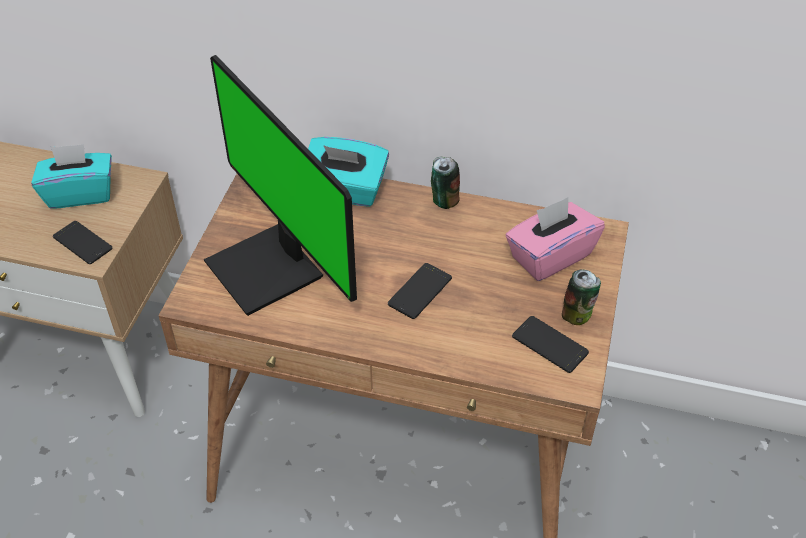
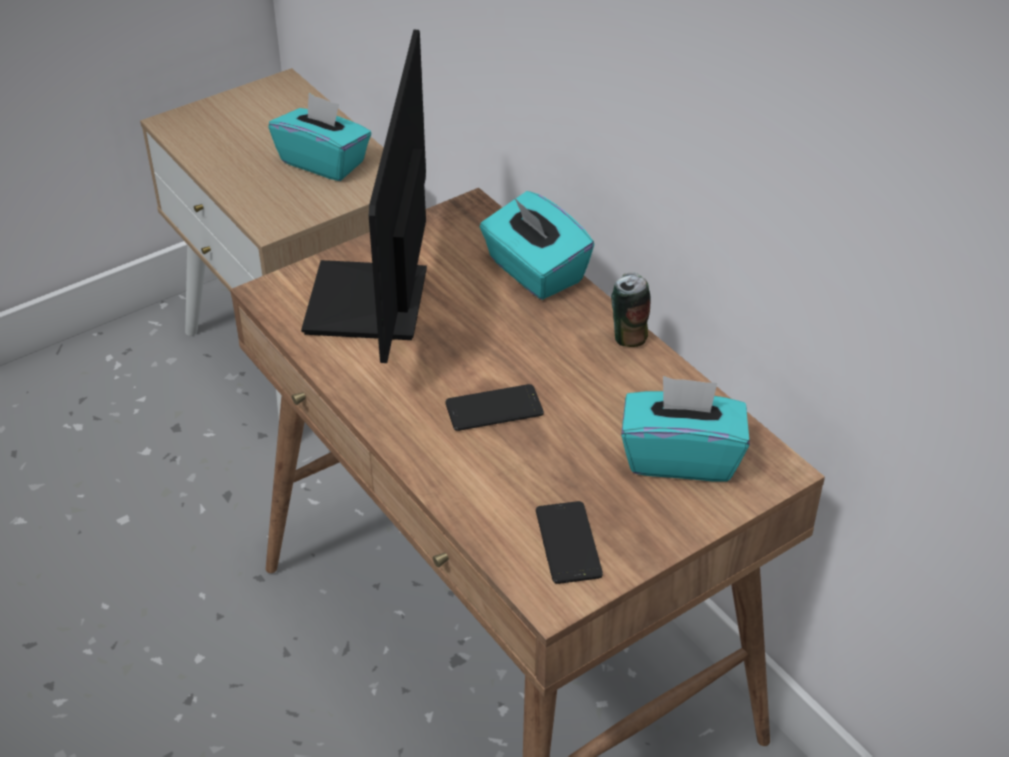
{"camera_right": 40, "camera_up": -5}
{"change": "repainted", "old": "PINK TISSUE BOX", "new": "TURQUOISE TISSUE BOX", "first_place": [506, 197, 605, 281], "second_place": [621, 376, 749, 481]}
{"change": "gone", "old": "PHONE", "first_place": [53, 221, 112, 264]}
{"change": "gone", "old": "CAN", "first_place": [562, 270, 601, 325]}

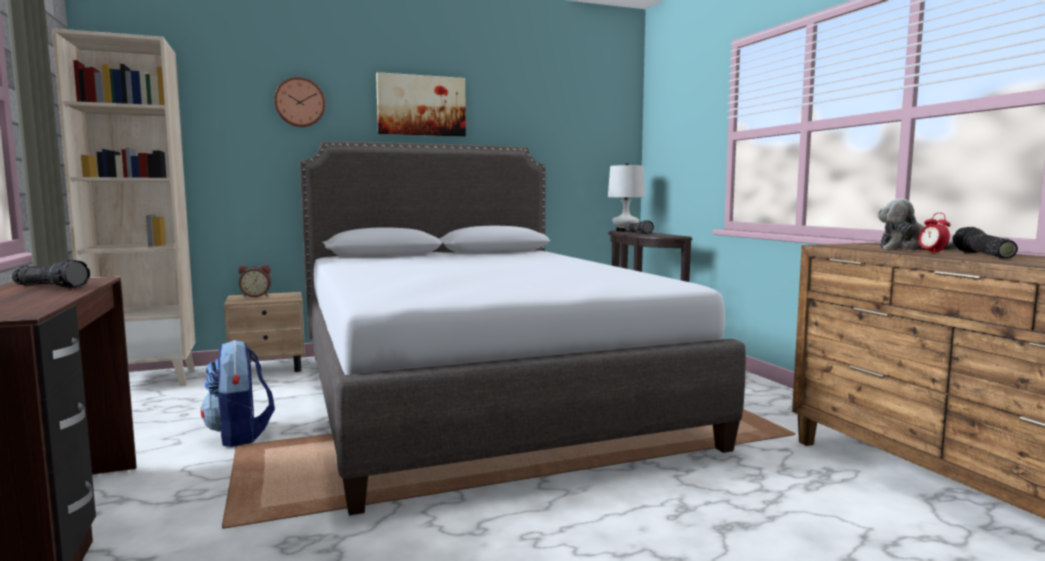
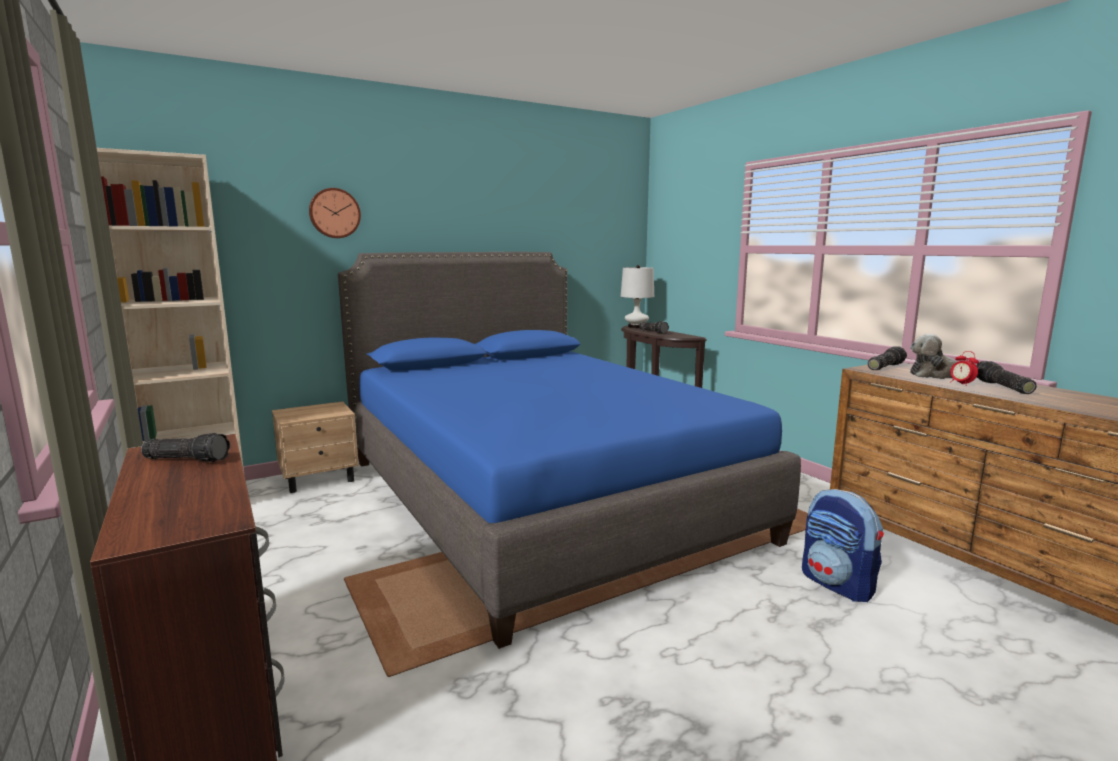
{"camera_right": -10, "camera_up": 5}
{"change": "repainted", "old": "GREY BED", "new": "BLUE BED", "first_place": [300, 141, 746, 516], "second_place": [338, 252, 801, 649]}
{"change": "shifted", "old": "BACKPACK", "first_place": [201, 340, 275, 447], "second_place": [802, 489, 884, 602]}
{"change": "new", "new": "FLASHLIGHT", "second_place": [868, 346, 907, 370]}
{"change": "gone", "old": "ALARM CLOCK", "first_place": [239, 265, 271, 297]}
{"change": "gone", "old": "PICTURE", "first_place": [376, 72, 466, 137]}

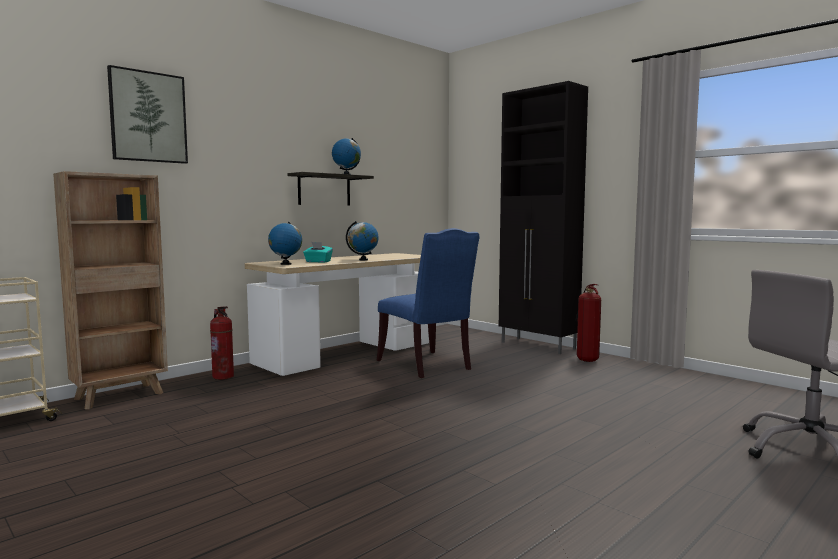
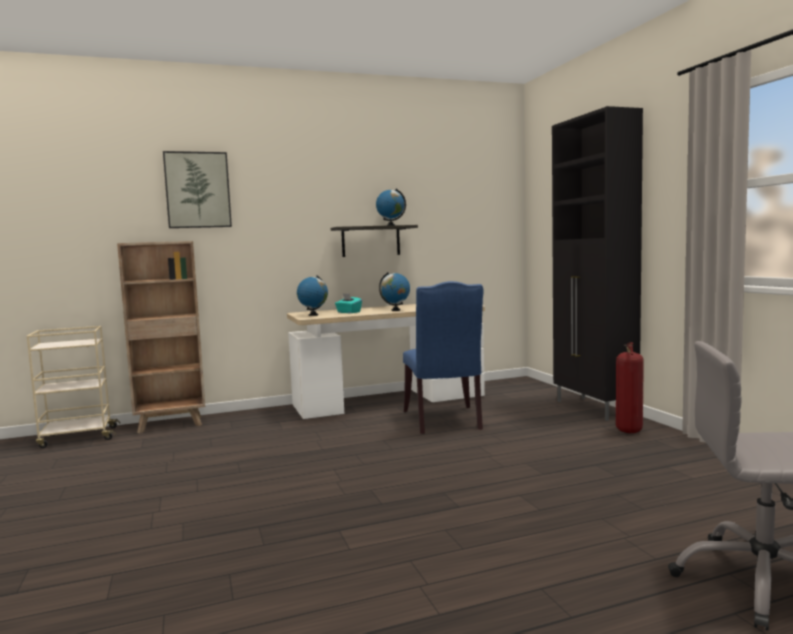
{"camera_right": 25, "camera_up": 0}
{"change": "gone", "old": "FIRE EXTINGUISHER", "first_place": [210, 306, 234, 380]}

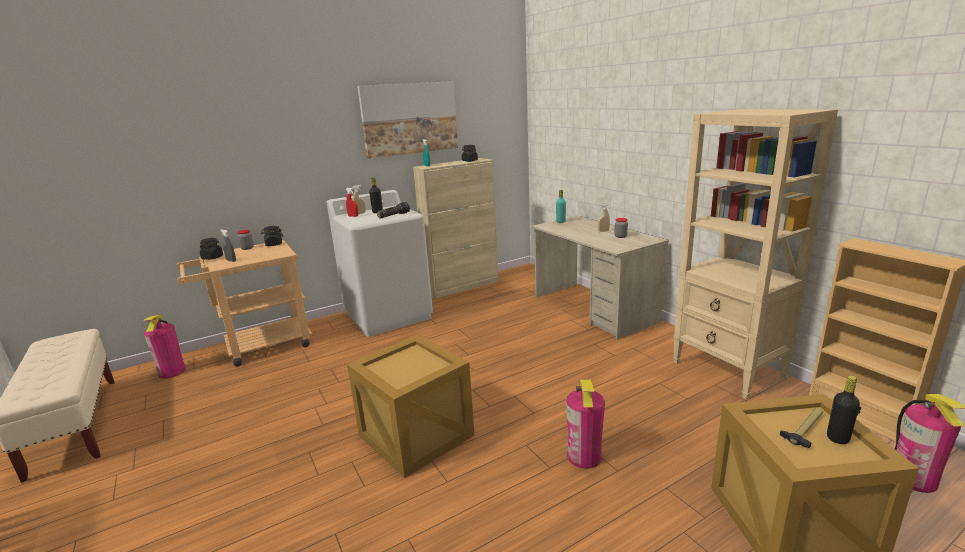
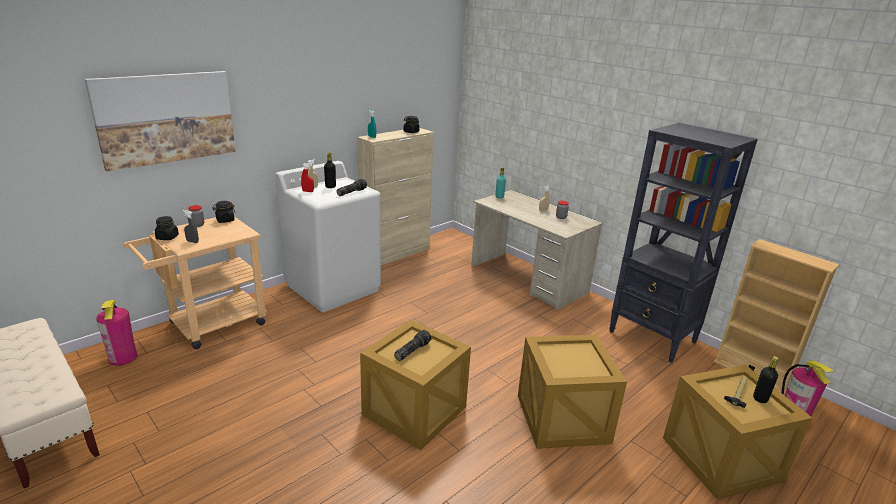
{"camera_right": -15, "camera_up": 5}
{"change": "shifted", "old": "PICTURE", "first_place": [357, 81, 458, 158], "second_place": [85, 71, 236, 171]}
{"change": "new", "new": "FLASHLIGHT", "second_place": [394, 330, 431, 361]}
{"change": "swapped", "old": "FIRE EXTINGUISHER", "new": "CRATE", "first_place": [566, 380, 605, 469], "second_place": [518, 335, 627, 449]}
{"change": "repainted", "old": "BEIGE BOOKCASE", "new": "BLACK BOOKCASE", "first_place": [673, 109, 838, 399], "second_place": [609, 123, 758, 363]}

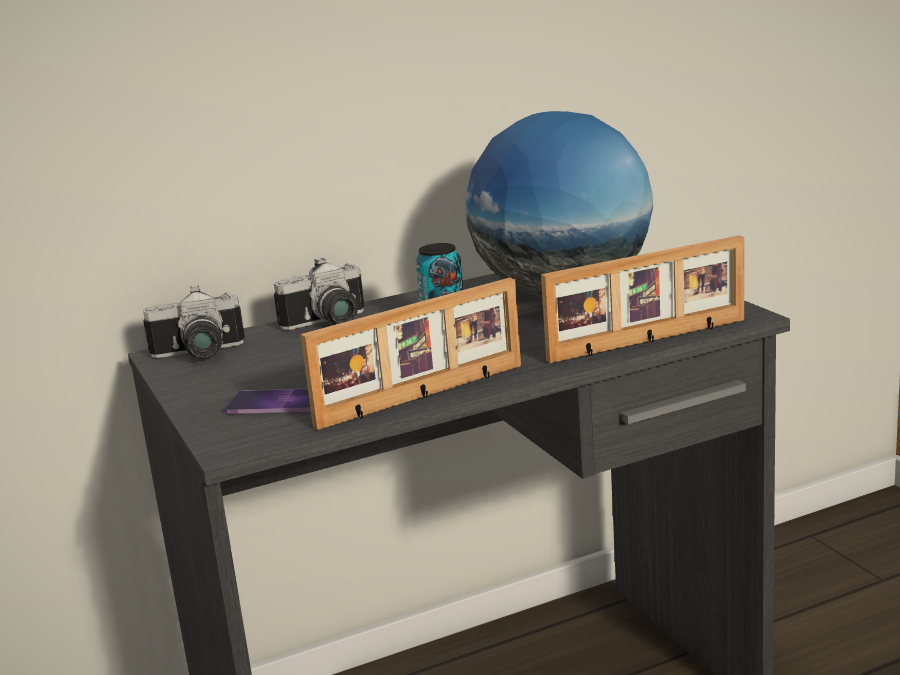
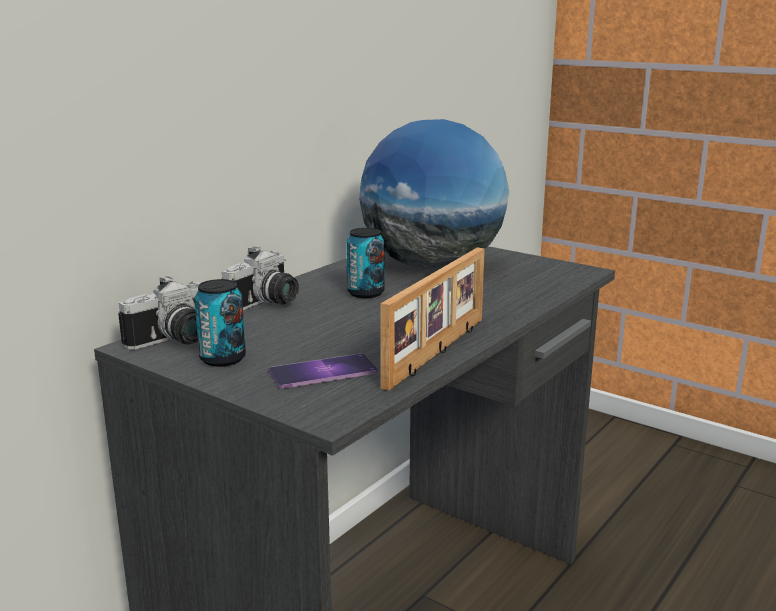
{"camera_right": -30, "camera_up": 0}
{"change": "new", "new": "CAN", "second_place": [194, 279, 246, 367]}
{"change": "gone", "old": "PICTURE FRAME", "first_place": [541, 235, 744, 363]}

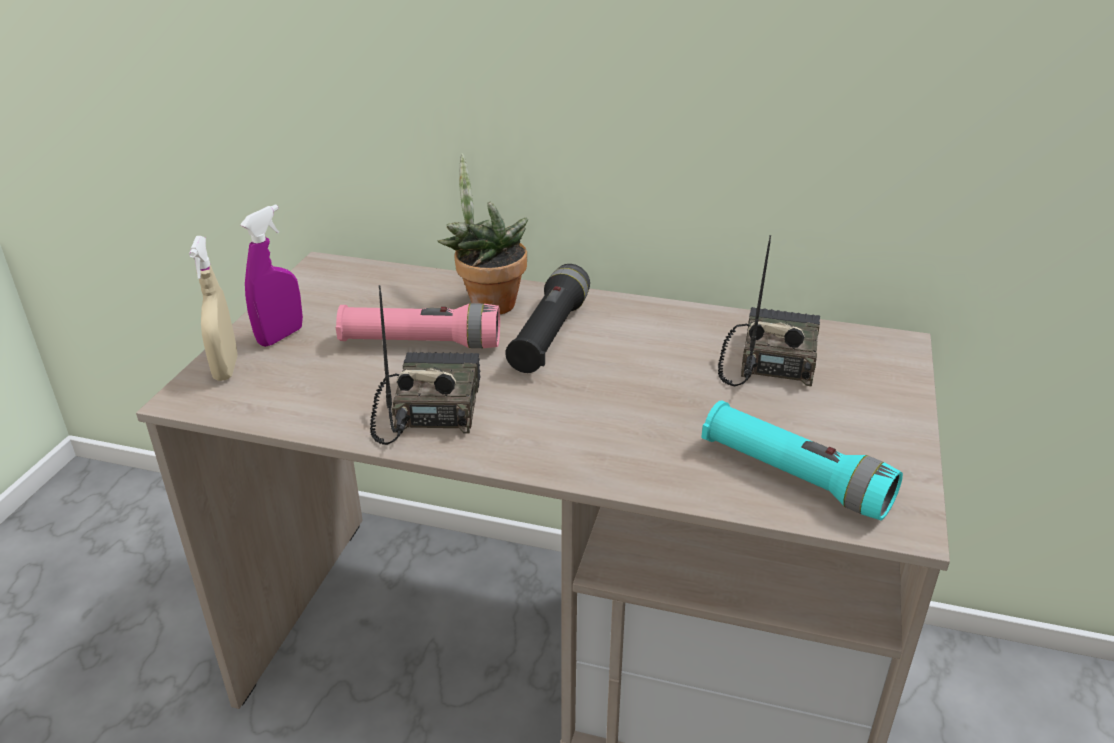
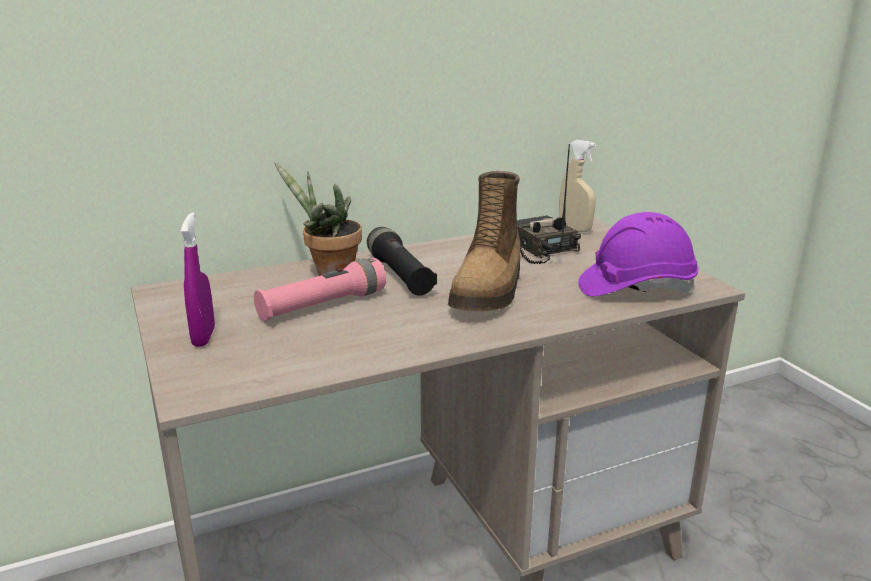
{"camera_right": -40, "camera_up": -10}
{"change": "new", "new": "BOOT", "second_place": [448, 171, 520, 311]}
{"change": "shifted", "old": "BEIGE SPRAY BOTTLE", "first_place": [189, 236, 238, 381], "second_place": [559, 140, 596, 232]}
{"change": "swapped", "old": "TURQUOISE FLASHLIGHT", "new": "PURPLE HARD HAT", "first_place": [701, 400, 903, 520], "second_place": [578, 212, 699, 296]}
{"change": "gone", "old": "RADIO", "first_place": [370, 285, 481, 445]}

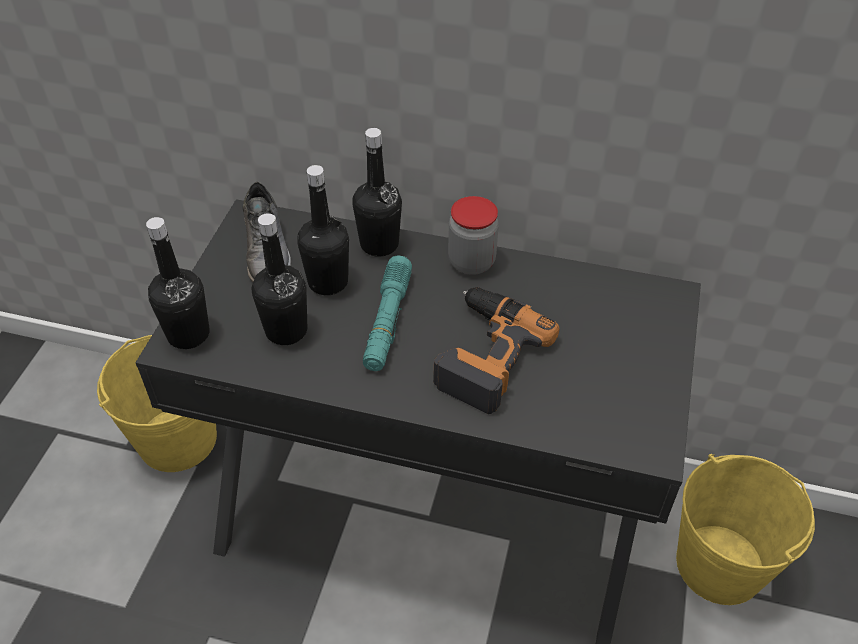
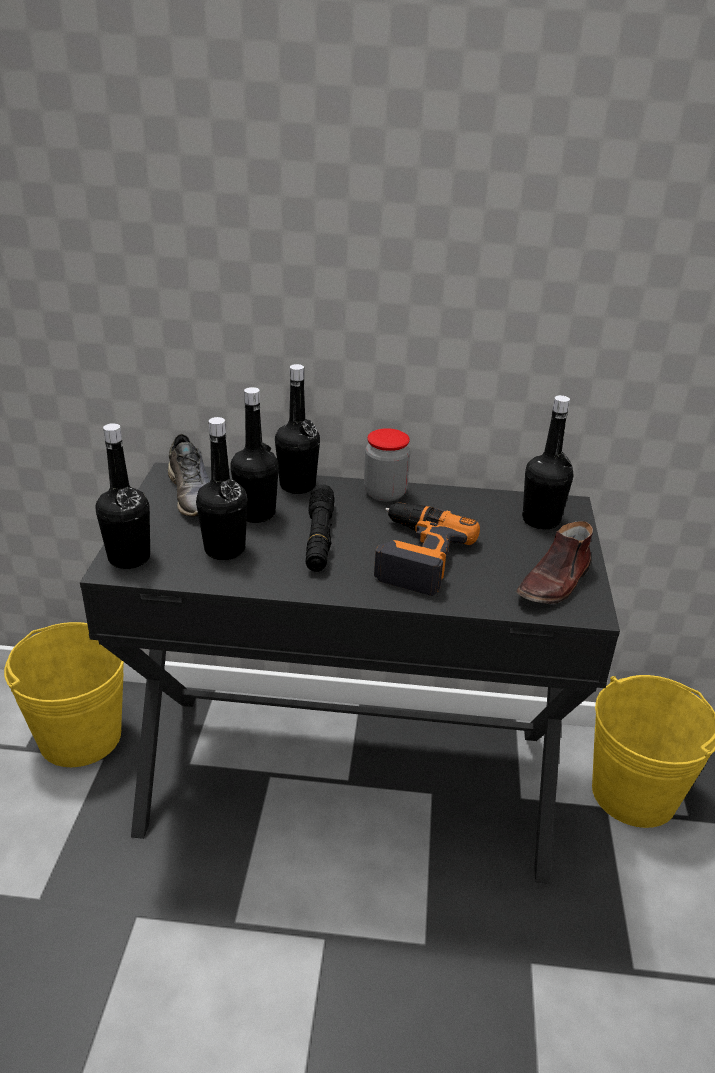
{"camera_right": -10, "camera_up": -15}
{"change": "repainted", "old": "TURQUOISE FLASHLIGHT", "new": "BLACK FLASHLIGHT", "first_place": [363, 255, 412, 371], "second_place": [305, 484, 335, 572]}
{"change": "new", "new": "BROWN SHOE", "second_place": [516, 521, 593, 604]}
{"change": "new", "new": "BLACK BOTTLE", "second_place": [522, 395, 573, 530]}

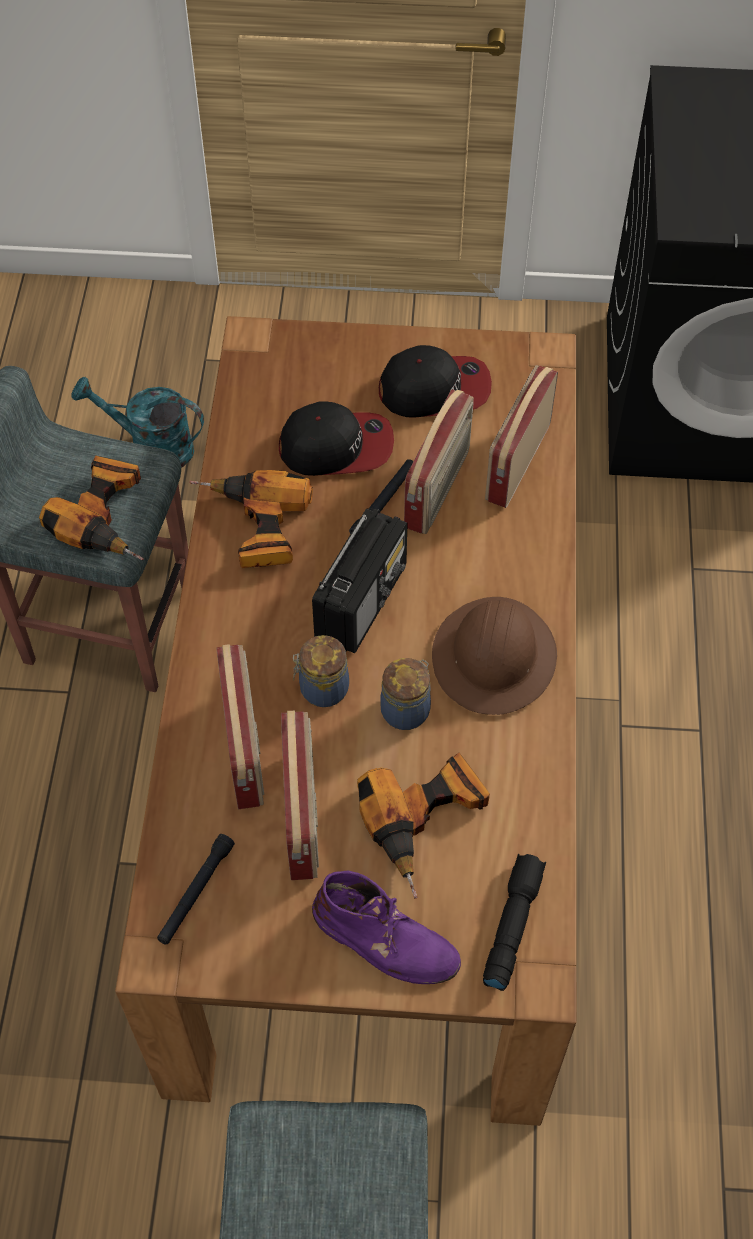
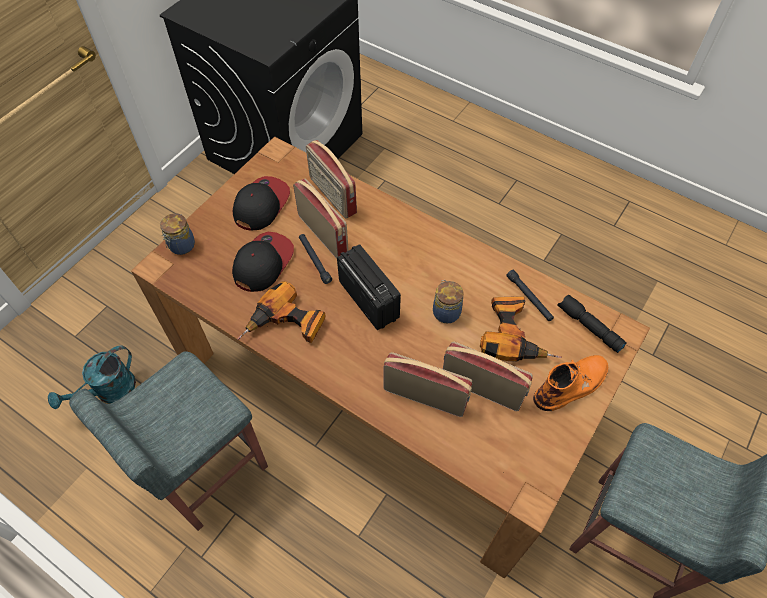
{"camera_right": -60, "camera_up": 0}
{"change": "shifted", "old": "JAR", "first_place": [293, 635, 349, 707], "second_place": [160, 213, 195, 255]}
{"change": "shifted", "old": "BLACK FLASHLIGHT", "first_place": [157, 834, 235, 945], "second_place": [506, 270, 554, 321]}
{"change": "repainted", "old": "PURPLE BOOT", "new": "ORANGE BOOT", "first_place": [312, 871, 461, 984], "second_place": [533, 355, 608, 411]}
{"change": "gone", "old": "POWER DRILL", "first_place": [39, 455, 144, 560]}
{"change": "gone", "old": "BROWN HARD HAT", "first_place": [432, 597, 557, 715]}

